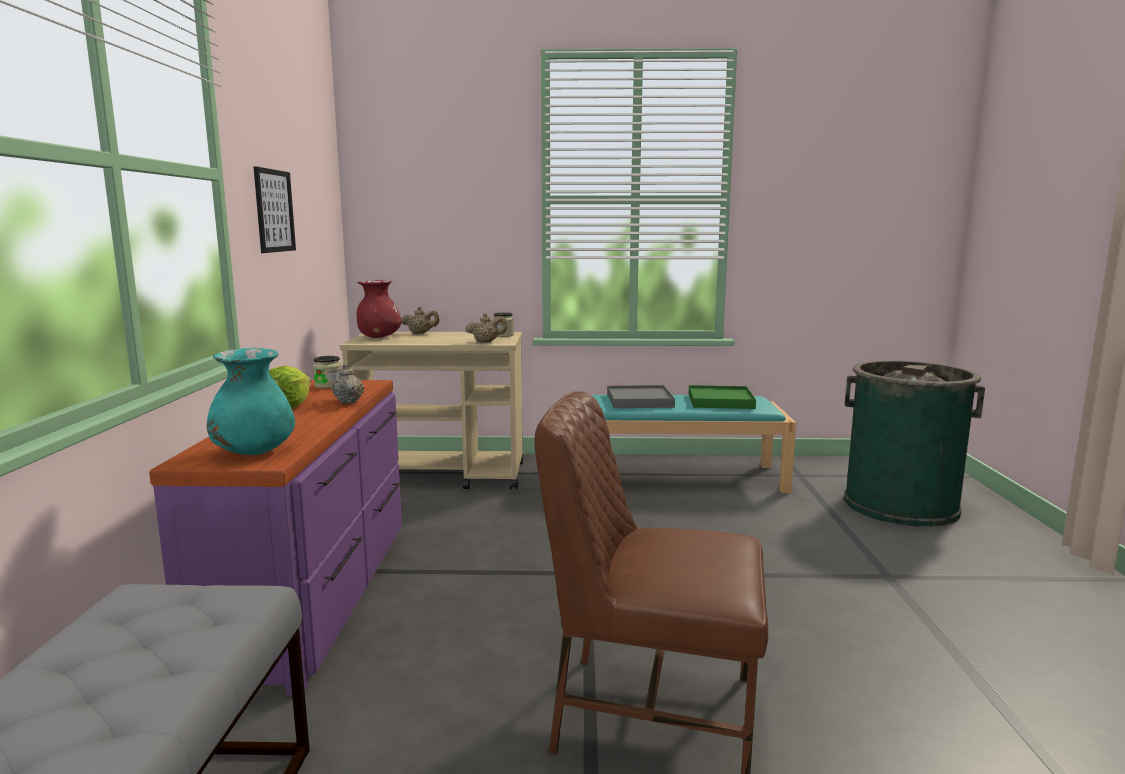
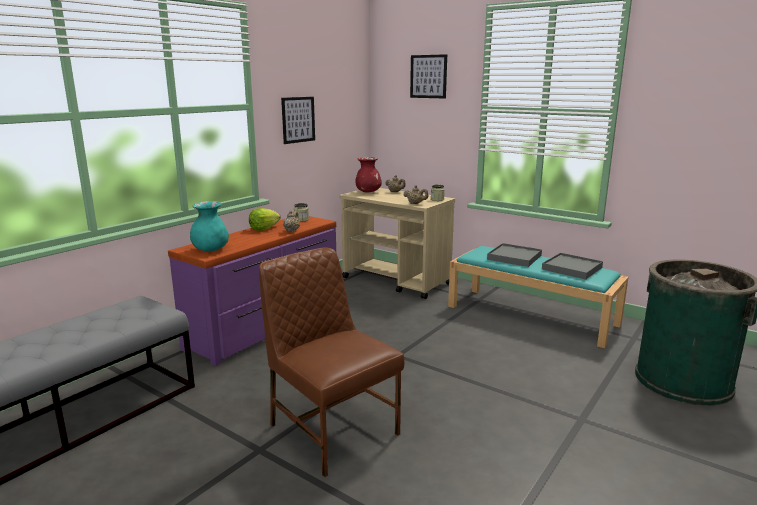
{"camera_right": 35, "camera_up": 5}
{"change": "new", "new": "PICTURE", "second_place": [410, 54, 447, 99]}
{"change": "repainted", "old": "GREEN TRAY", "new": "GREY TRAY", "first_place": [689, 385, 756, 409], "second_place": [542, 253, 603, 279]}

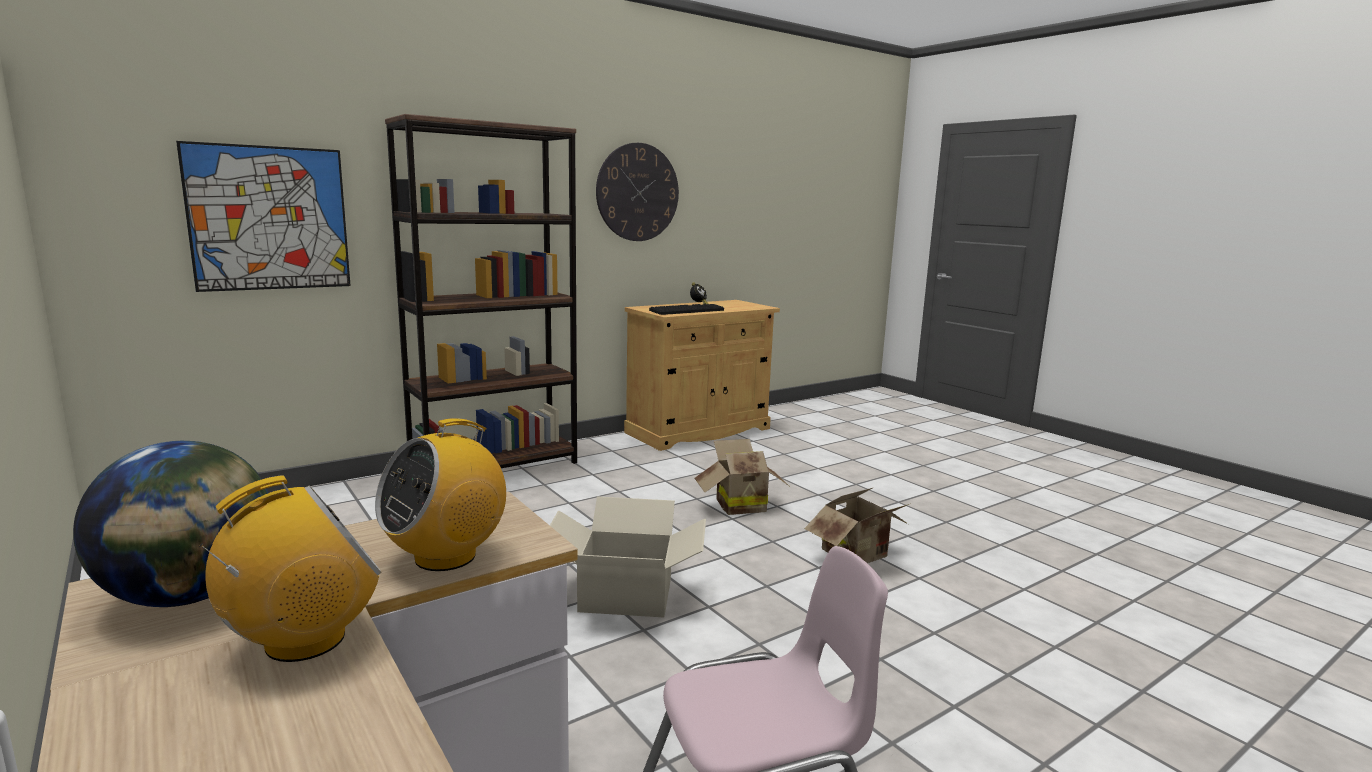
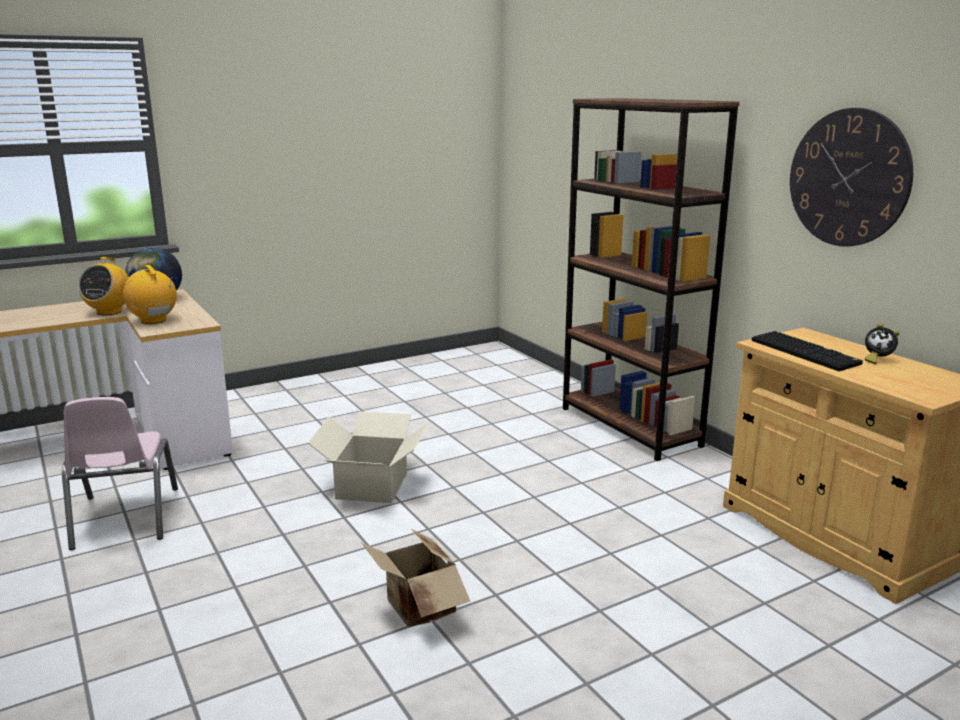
{"camera_right": 95, "camera_up": 5}
{"change": "rotated", "old": "RADIO", "first_place": [199, 475, 382, 662], "second_place": [78, 257, 129, 315], "degrees": 45}
{"change": "gone", "old": "PICTURE", "first_place": [176, 141, 351, 292]}
{"change": "gone", "old": "CARDBOARD BOX", "first_place": [695, 439, 789, 515]}

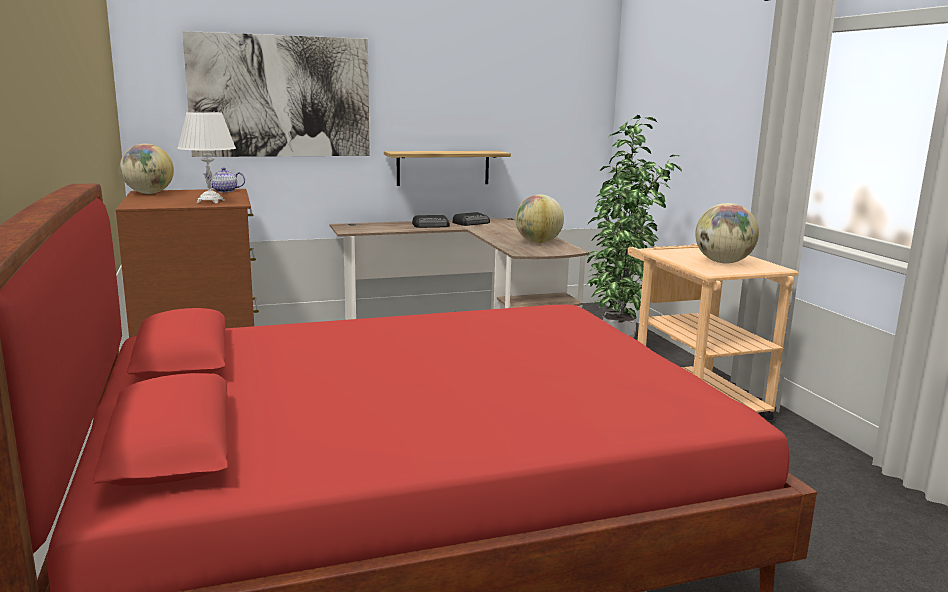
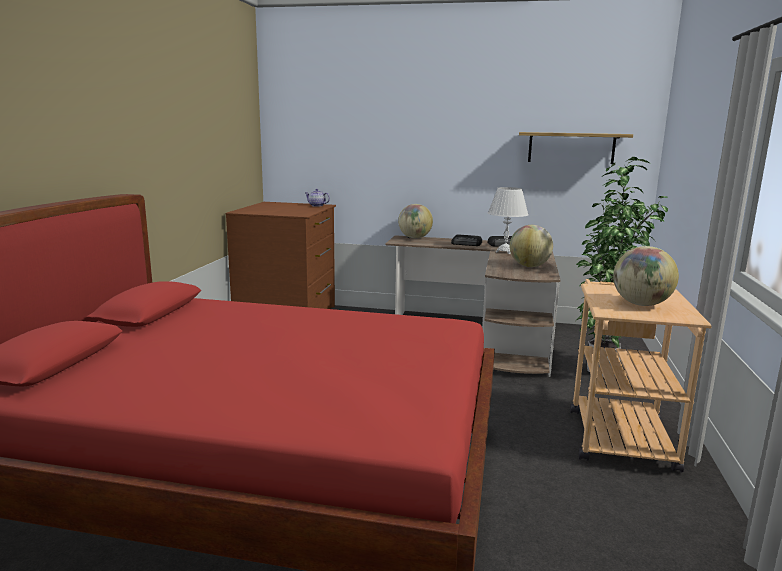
{"camera_right": 30, "camera_up": 0}
{"change": "shifted", "old": "GLOBE", "first_place": [120, 144, 174, 194], "second_place": [398, 204, 433, 239]}
{"change": "shifted", "old": "WHITE TABLE LAMP", "first_place": [177, 112, 236, 203], "second_place": [488, 187, 528, 254]}
{"change": "shifted", "old": "SHELF", "first_place": [384, 151, 511, 186], "second_place": [519, 132, 633, 164]}
{"change": "gone", "old": "PICTURE", "first_place": [182, 31, 370, 157]}

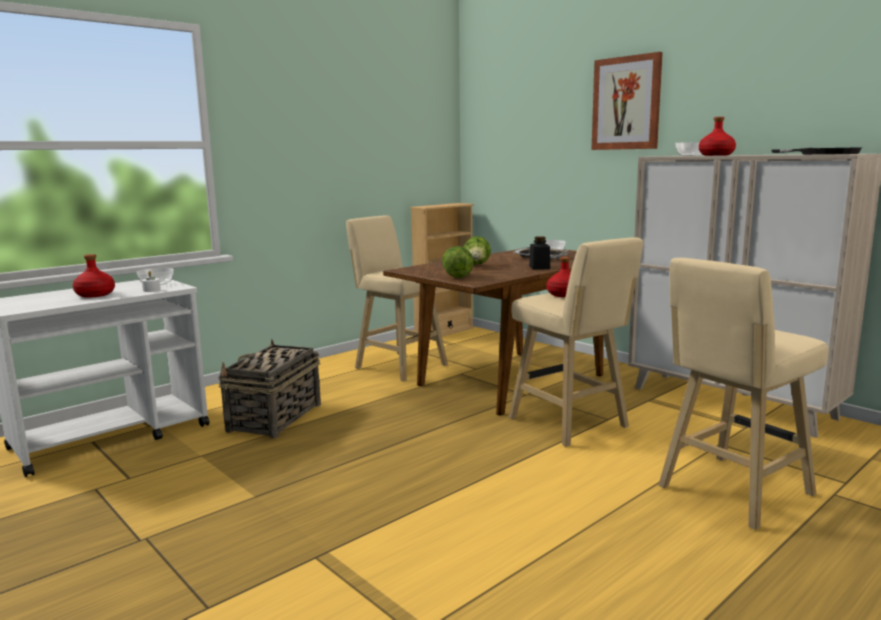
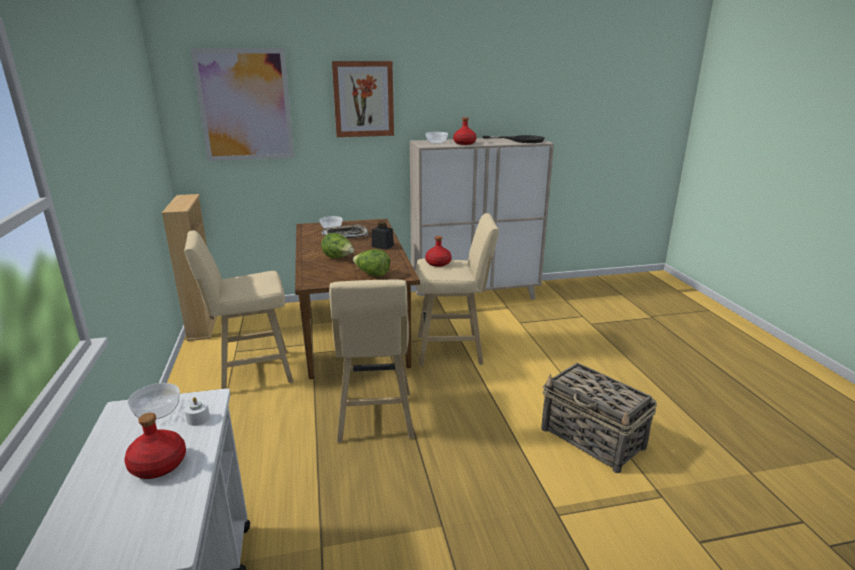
{"camera_right": -60, "camera_up": 10}
{"change": "new", "new": "PICTURE", "second_place": [190, 48, 295, 161]}
{"change": "shifted", "old": "BEIGE STOOL", "first_place": [658, 258, 828, 530], "second_place": [329, 279, 414, 443]}
{"change": "shifted", "old": "BASKET", "first_place": [218, 339, 321, 438], "second_place": [541, 363, 657, 473]}

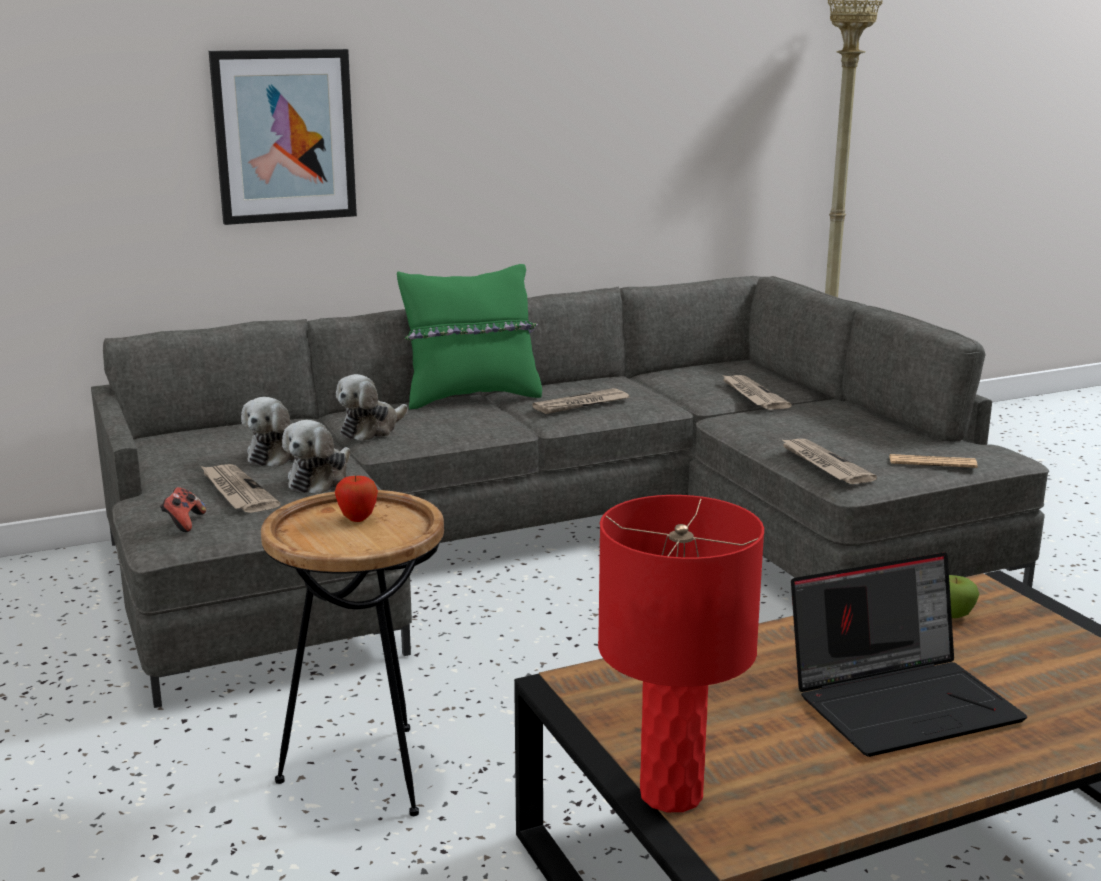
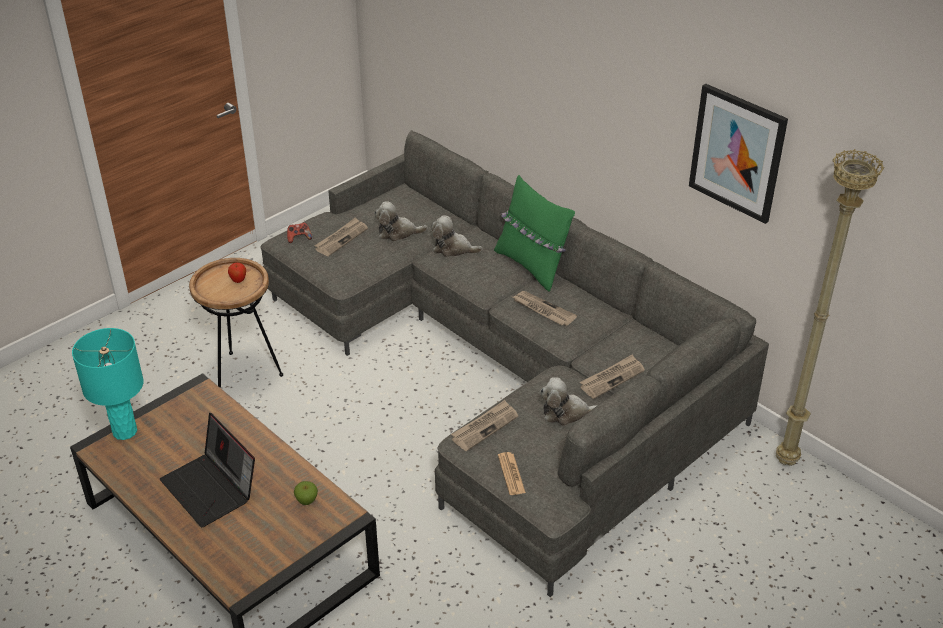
{"camera_right": 70, "camera_up": 20}
{"change": "repainted", "old": "RED TABLE LAMP", "new": "TURQUOISE TABLE LAMP", "first_place": [598, 495, 764, 812], "second_place": [72, 328, 144, 440]}
{"change": "shifted", "old": "PLUSH TOY", "first_place": [282, 420, 350, 494], "second_place": [540, 377, 597, 426]}
{"change": "shifted", "old": "PICTURE", "first_place": [209, 49, 357, 225], "second_place": [689, 84, 788, 224]}

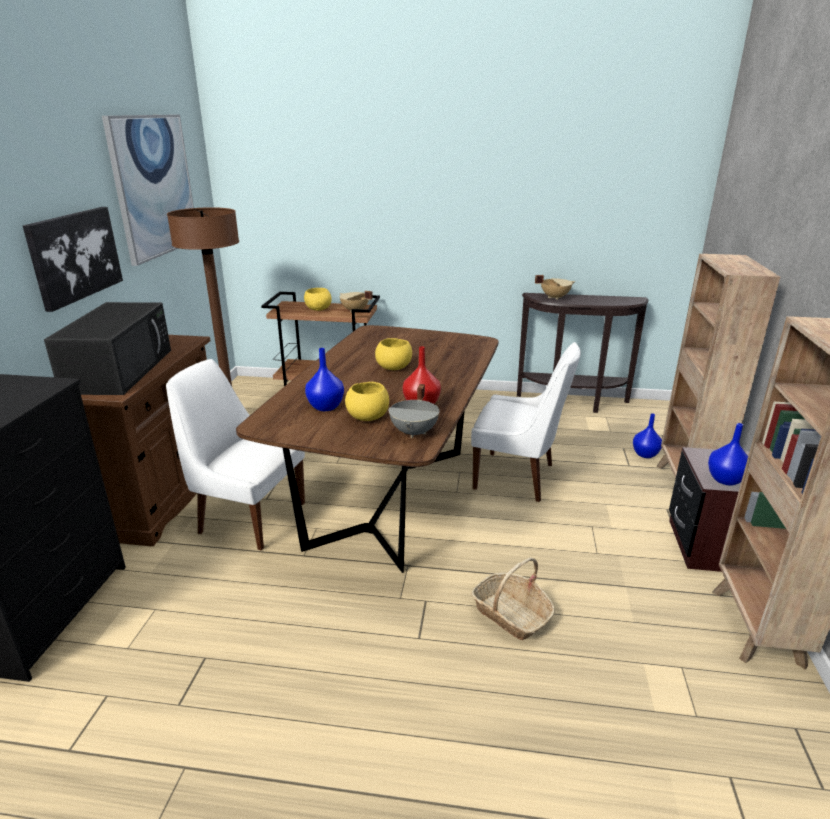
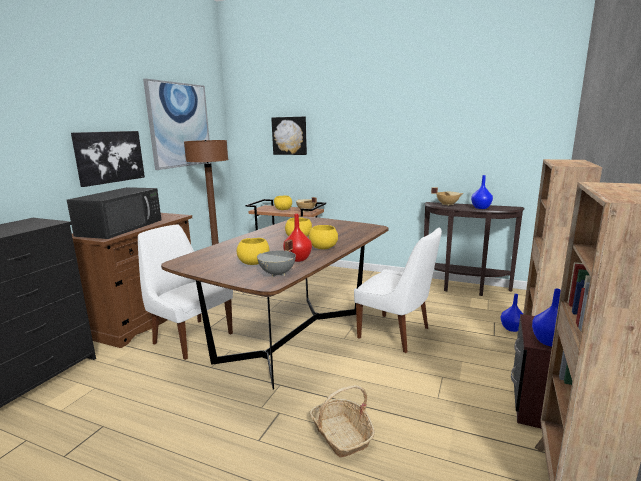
{"camera_right": 15, "camera_up": -10}
{"change": "new", "new": "PICTURE", "second_place": [271, 117, 307, 155]}
{"change": "new", "new": "YELLOW BOWL", "second_place": [309, 225, 338, 249]}
{"change": "shifted", "old": "BLUE VASE", "first_place": [305, 348, 344, 411], "second_place": [471, 175, 493, 209]}

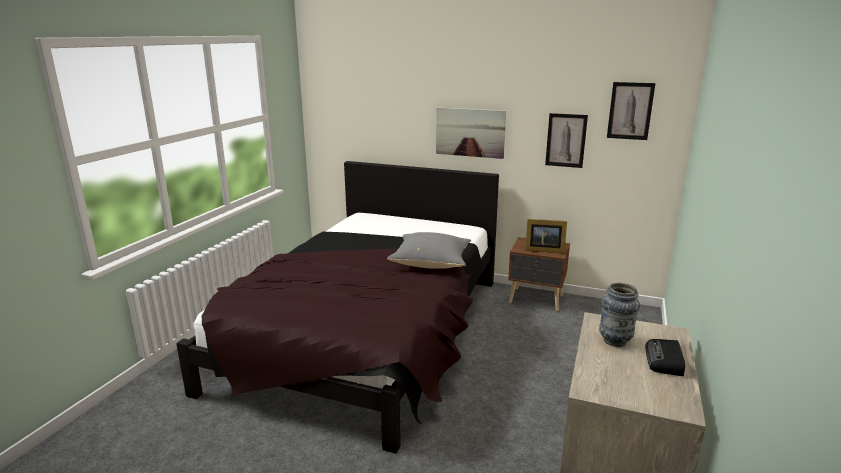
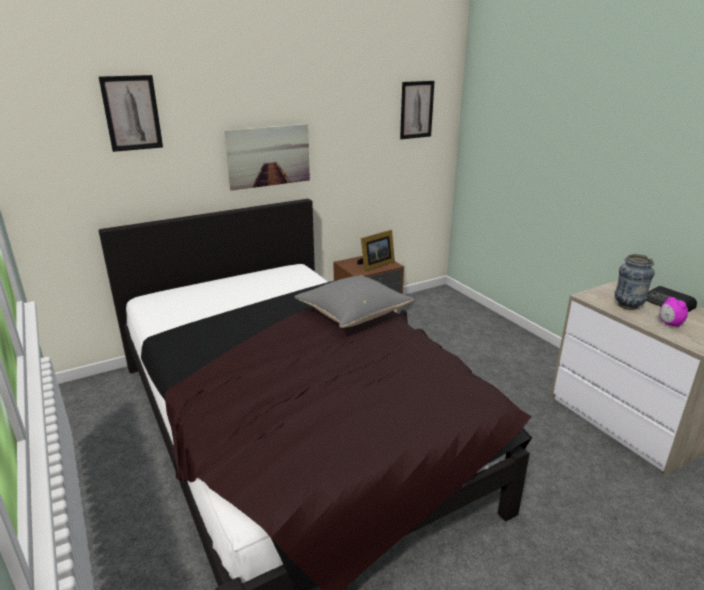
{"camera_right": -50, "camera_up": 5}
{"change": "shifted", "old": "PICTURE", "first_place": [545, 113, 588, 168], "second_place": [99, 75, 163, 152]}
{"change": "new", "new": "ALARM CLOCK", "second_place": [659, 297, 688, 328]}

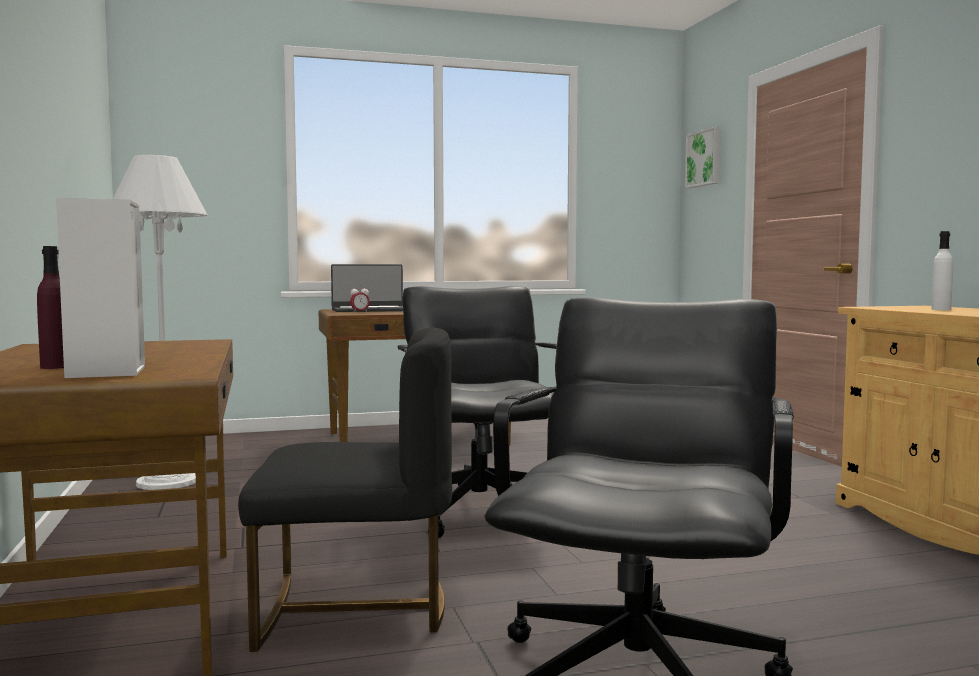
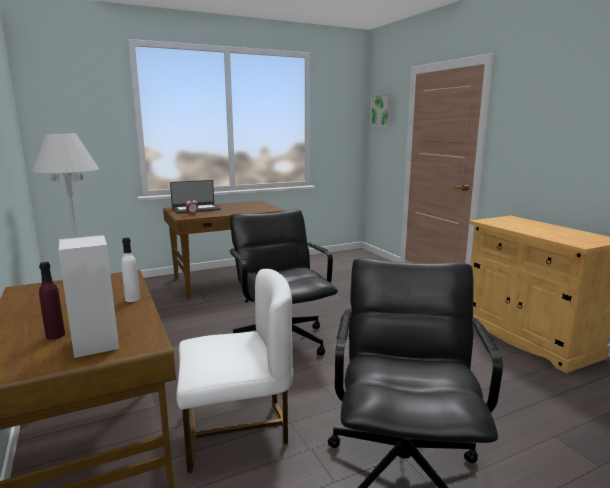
{"camera_right": -10, "camera_up": 10}
{"change": "shifted", "old": "WHITE BOTTLE", "first_place": [931, 231, 953, 310], "second_place": [121, 238, 140, 302]}
{"change": "repainted", "old": "BLACK CHAIR", "new": "WHITE CHAIR", "first_place": [238, 327, 452, 652], "second_place": [176, 269, 293, 473]}

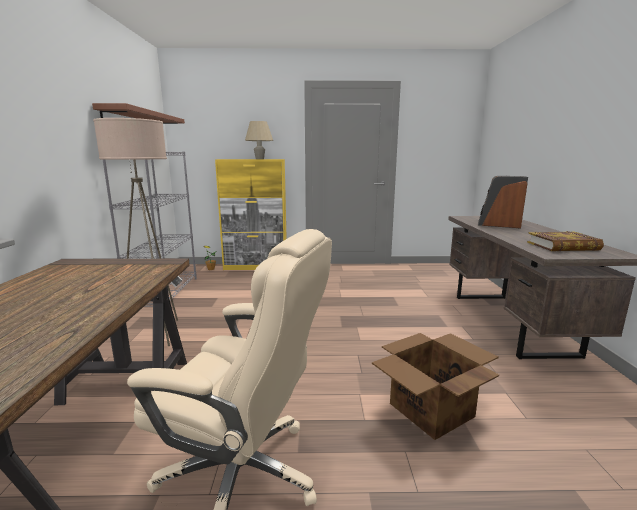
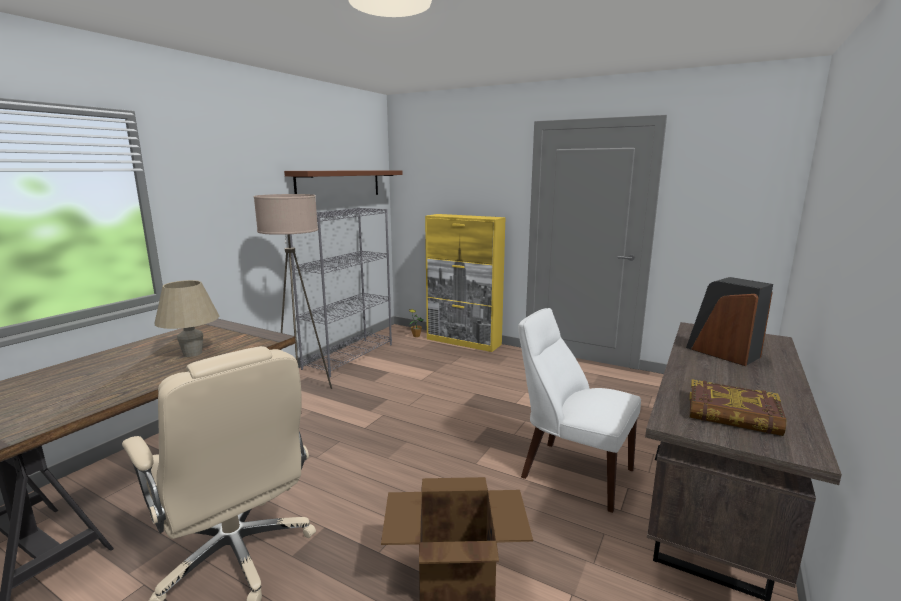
{"camera_right": 30, "camera_up": 0}
{"change": "shifted", "old": "BEIGE TABLE LAMP", "first_place": [245, 121, 273, 159], "second_place": [155, 280, 219, 357]}
{"change": "new", "new": "WHITE CHAIR", "second_place": [518, 308, 641, 513]}

